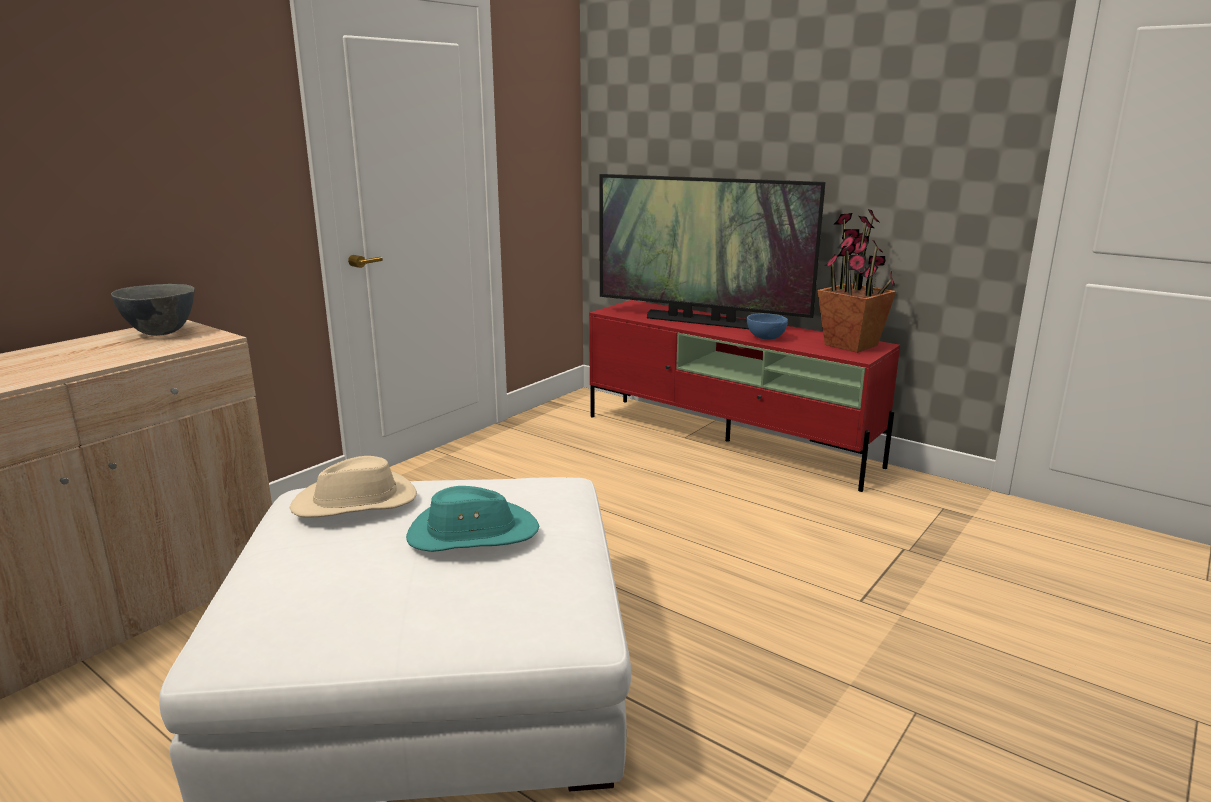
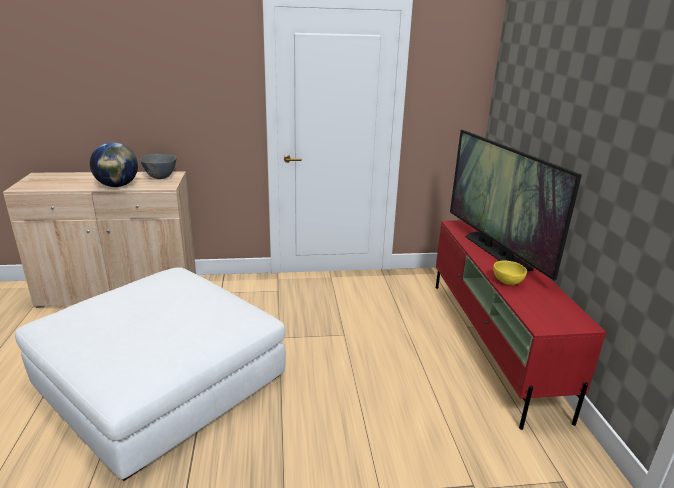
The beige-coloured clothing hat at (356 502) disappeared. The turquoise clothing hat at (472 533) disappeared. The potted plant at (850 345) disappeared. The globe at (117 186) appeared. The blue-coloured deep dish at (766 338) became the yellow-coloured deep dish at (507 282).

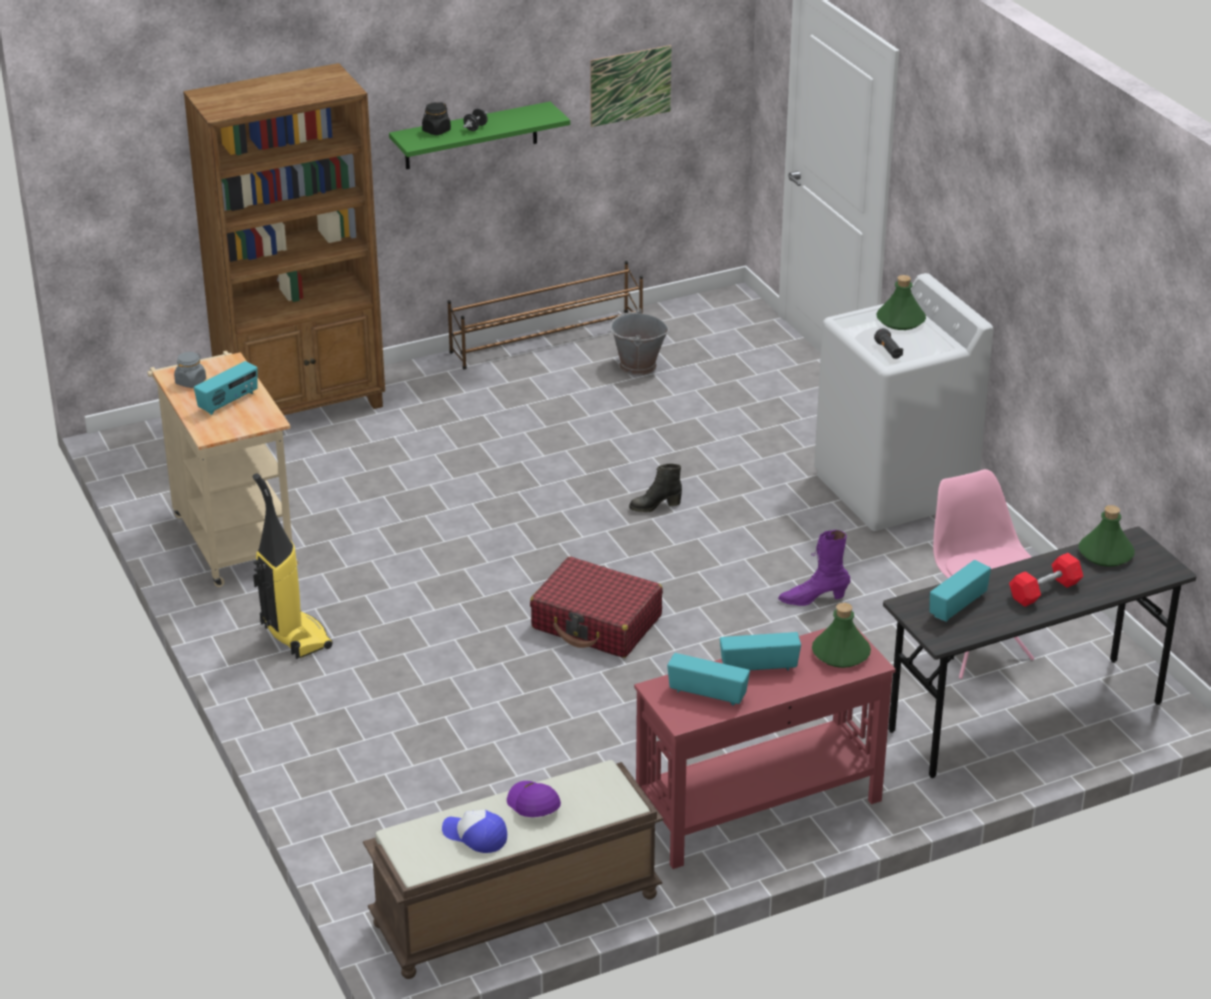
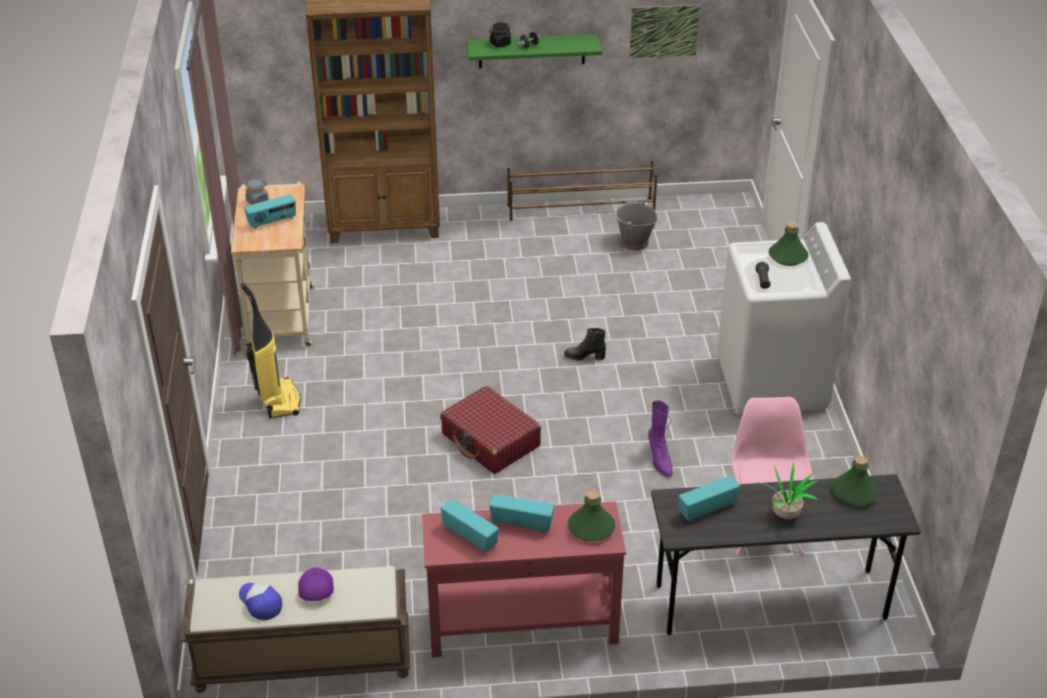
The red-coloured free weight at (1044 591) was replaced by the potted plant at (785 513). The purple boot at (813 599) turned 120 degrees counterclockwise.

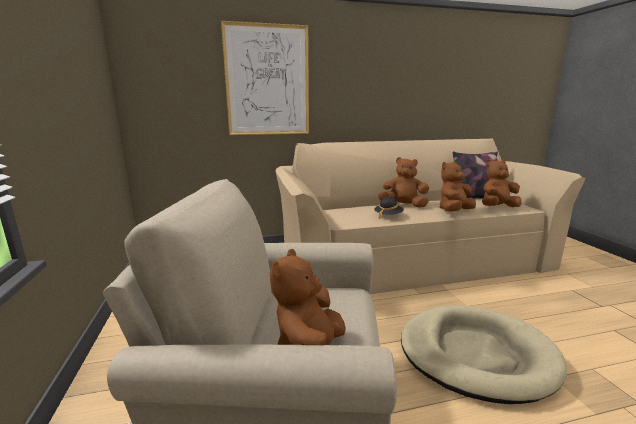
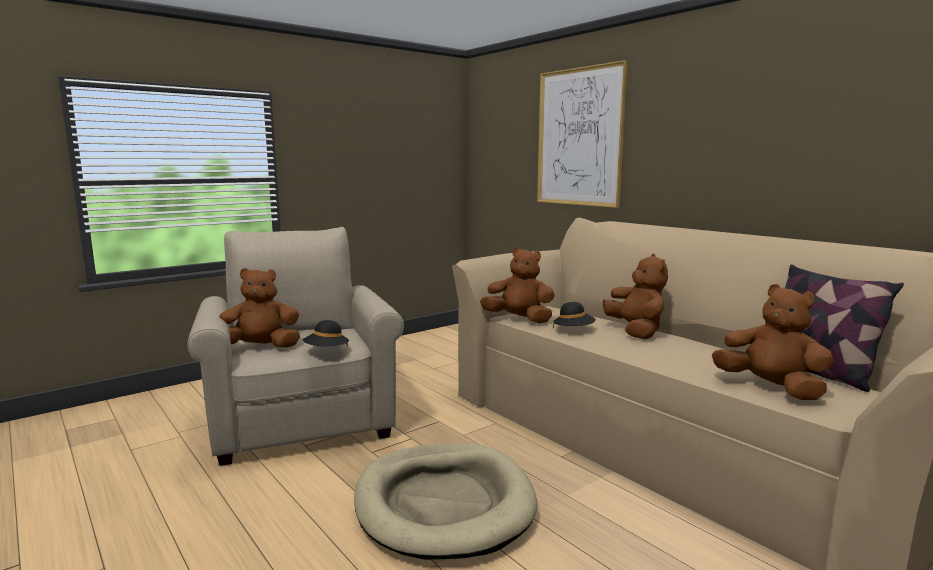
The blackish clothing hat at (326 351) appeared. The brown soft toy moved from (454 211) to (519 319).

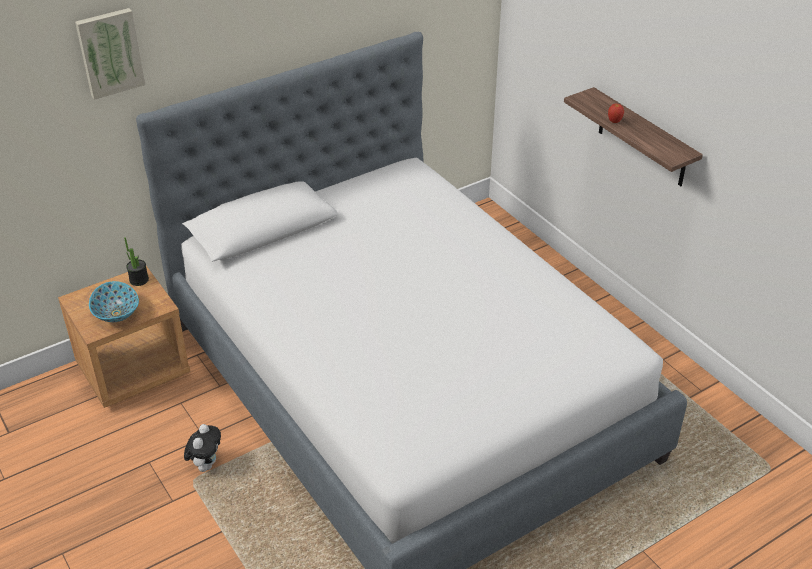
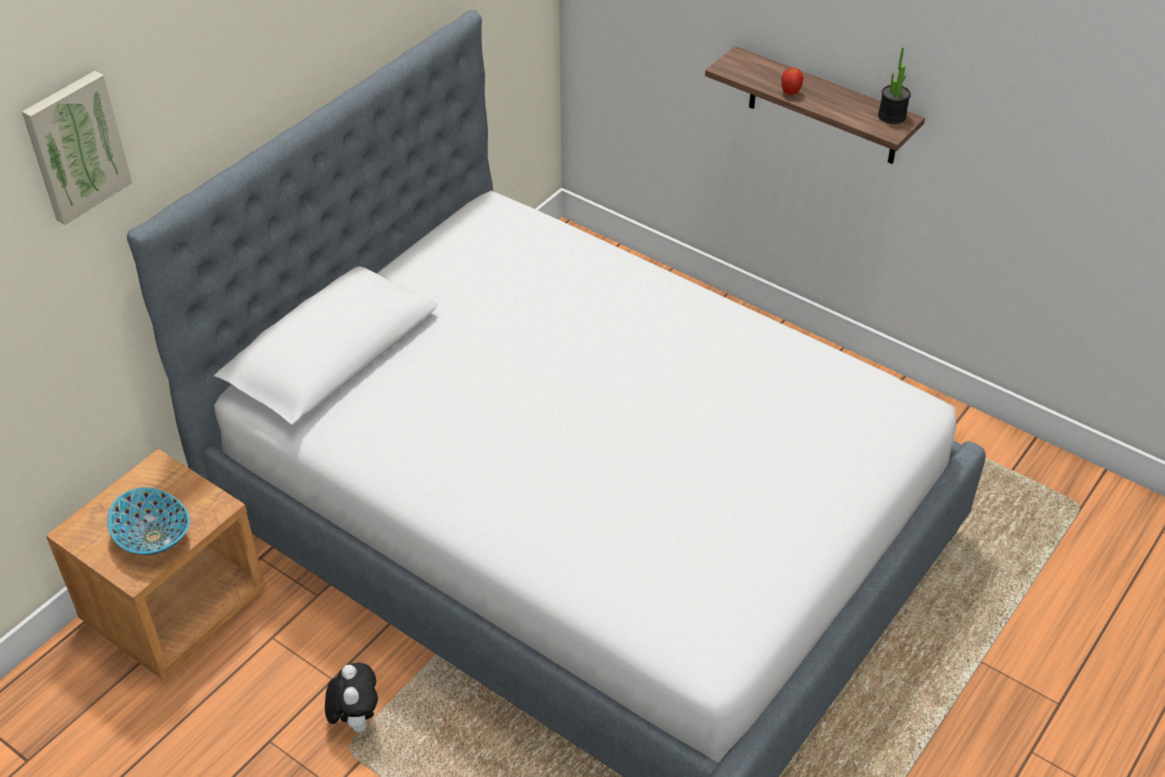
The potted plant moved from (139 280) to (892 116).

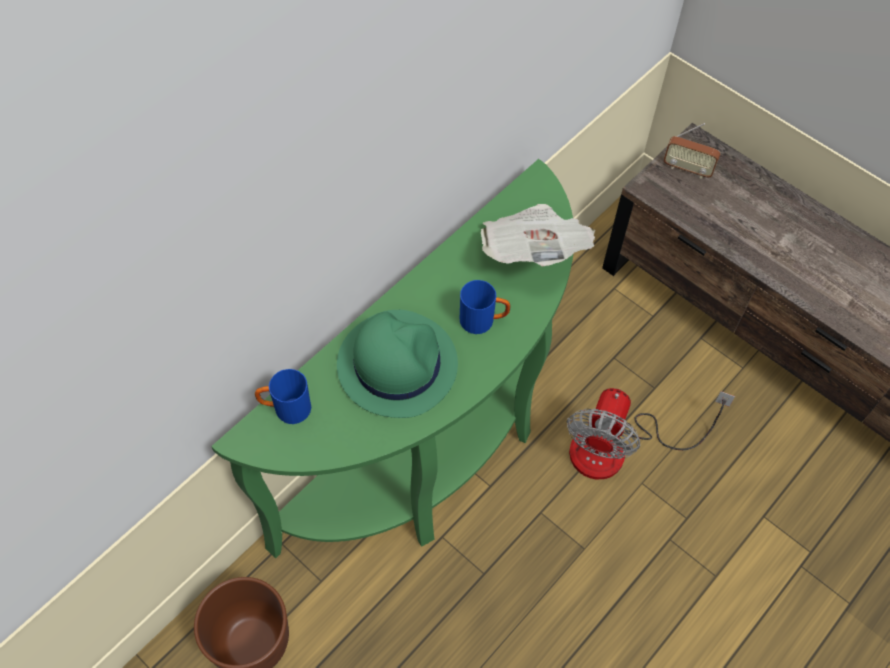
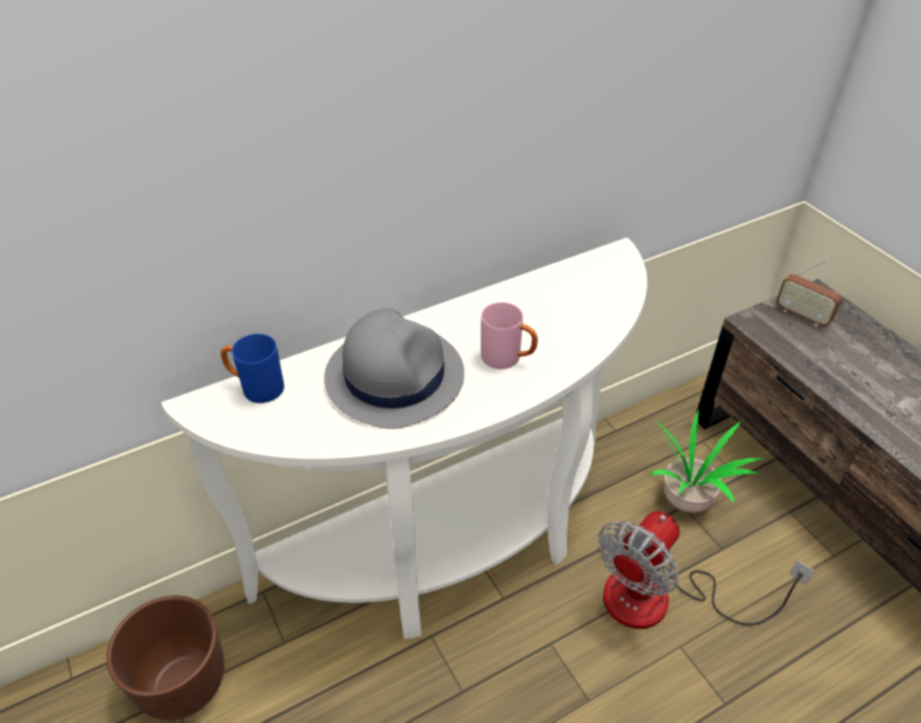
The newspaper at (533 252) disappeared. The potted plant at (687 499) appeared. The greenish console table at (434 454) became the whitish console table at (455 548). The greenish clothing hat at (396 364) became the grey clothing hat at (394 375). The blue-coloured coffee mug at (483 321) became the pink-coloured coffee mug at (508 359).

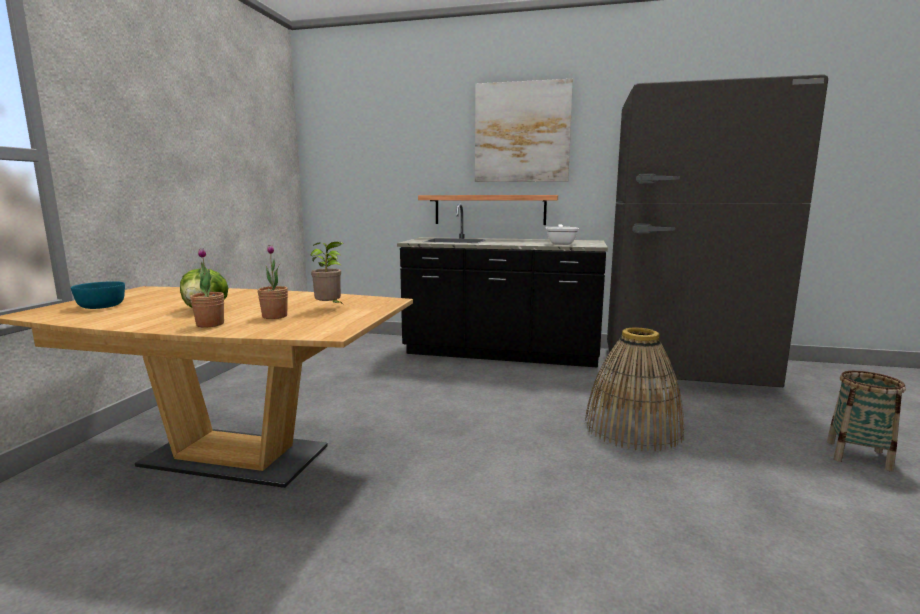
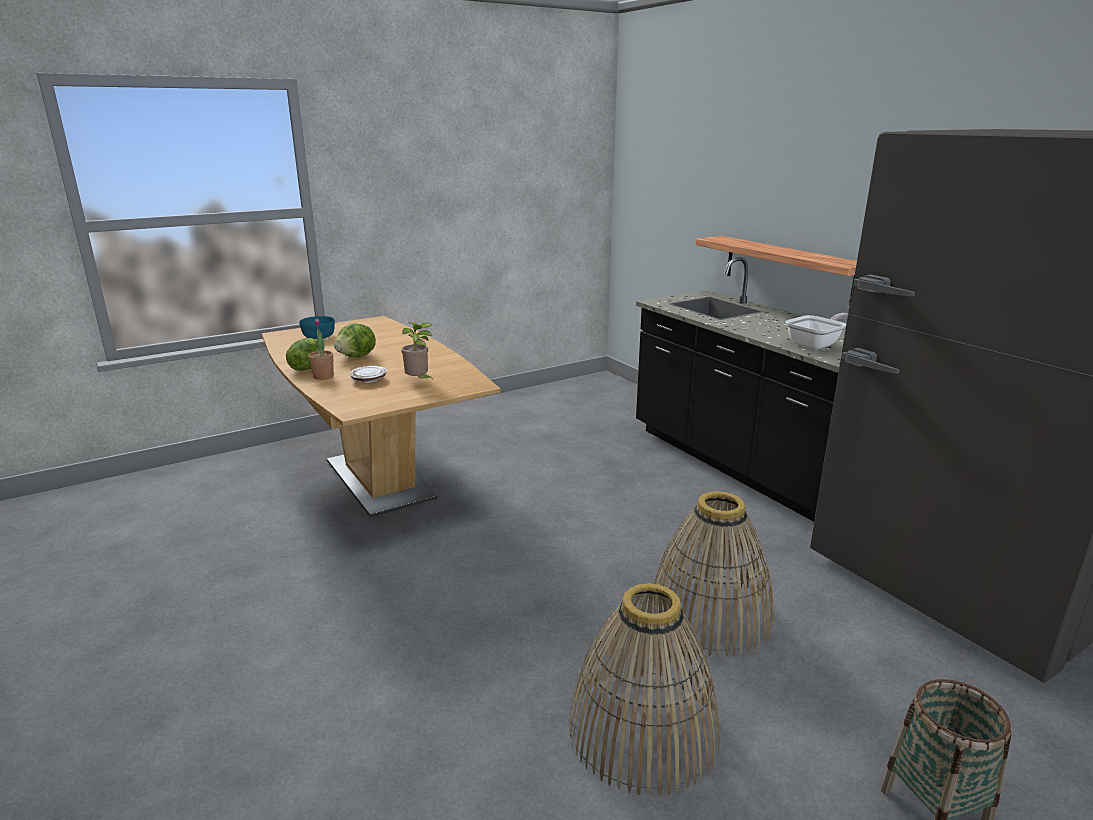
The picture at (522 132) disappeared. The lettuce at (307 367) appeared. The storage basket at (643 731) appeared. The potted plant at (274 316) was replaced by the whitish flat dish at (369 380).

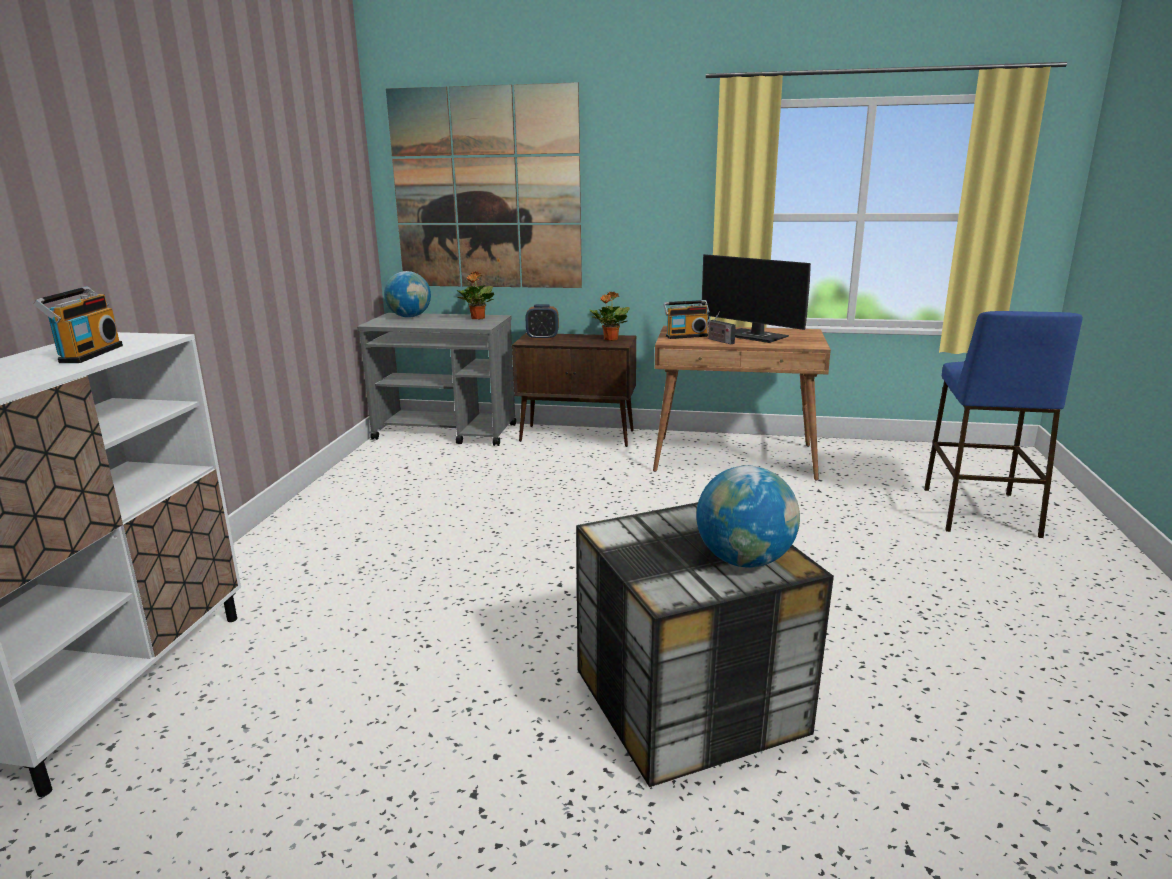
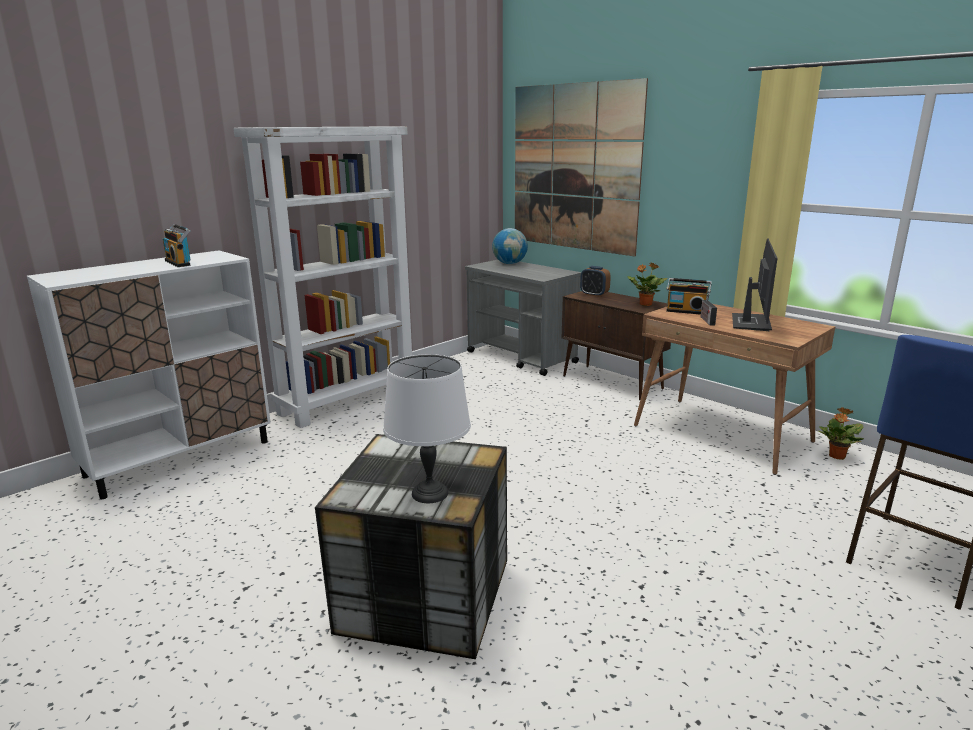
The whitish shelving unit at (348 400) appeared. The potted plant moved from (477 318) to (836 456). The globe at (745 561) was replaced by the whitish tabletop lamp at (430 493). The radio set at (88 354) turned 105 degrees clockwise. The monitor at (756 336) turned 150 degrees counterclockwise.

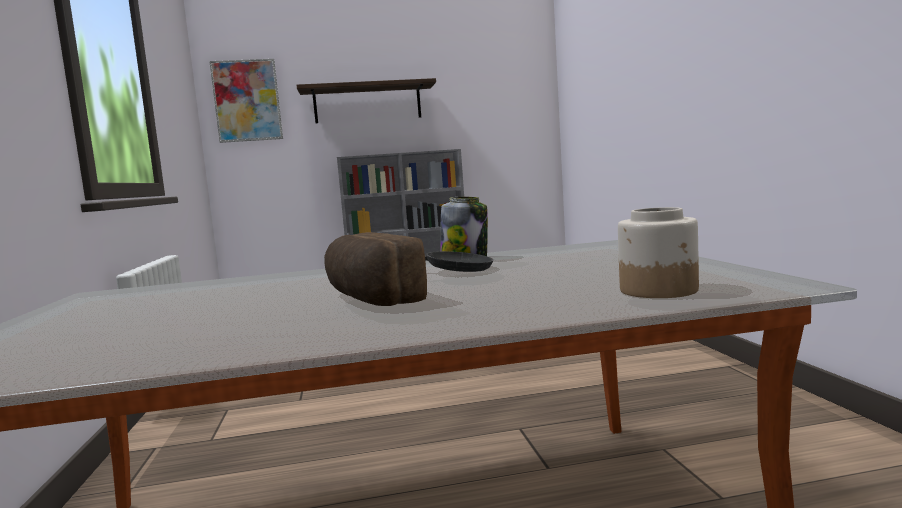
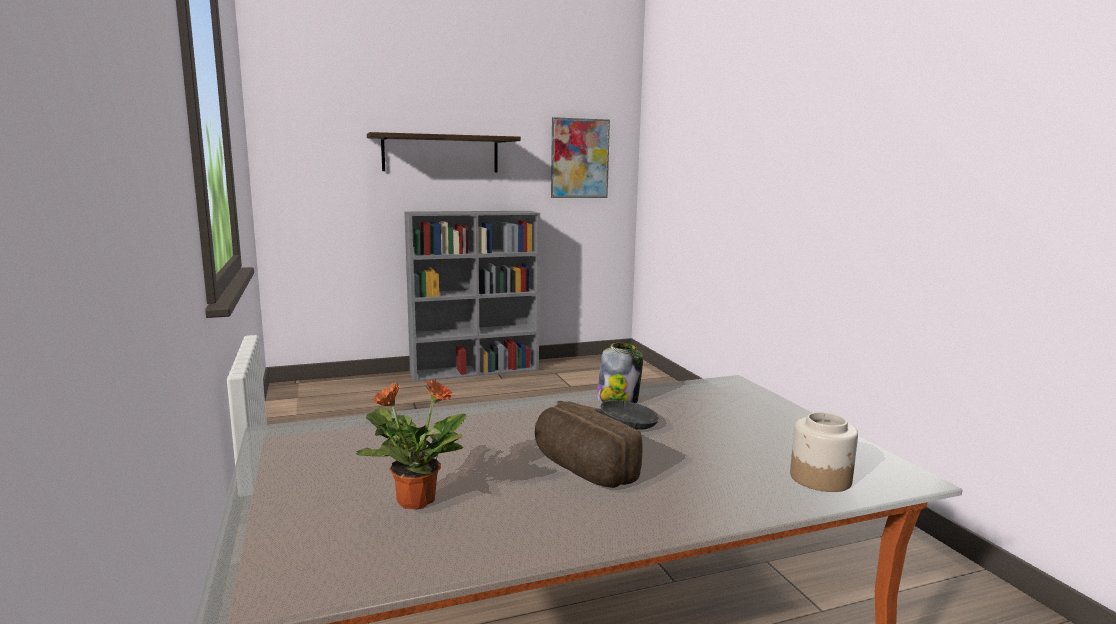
The potted plant at (414 500) appeared. The picture moved from (247 101) to (579 158).

